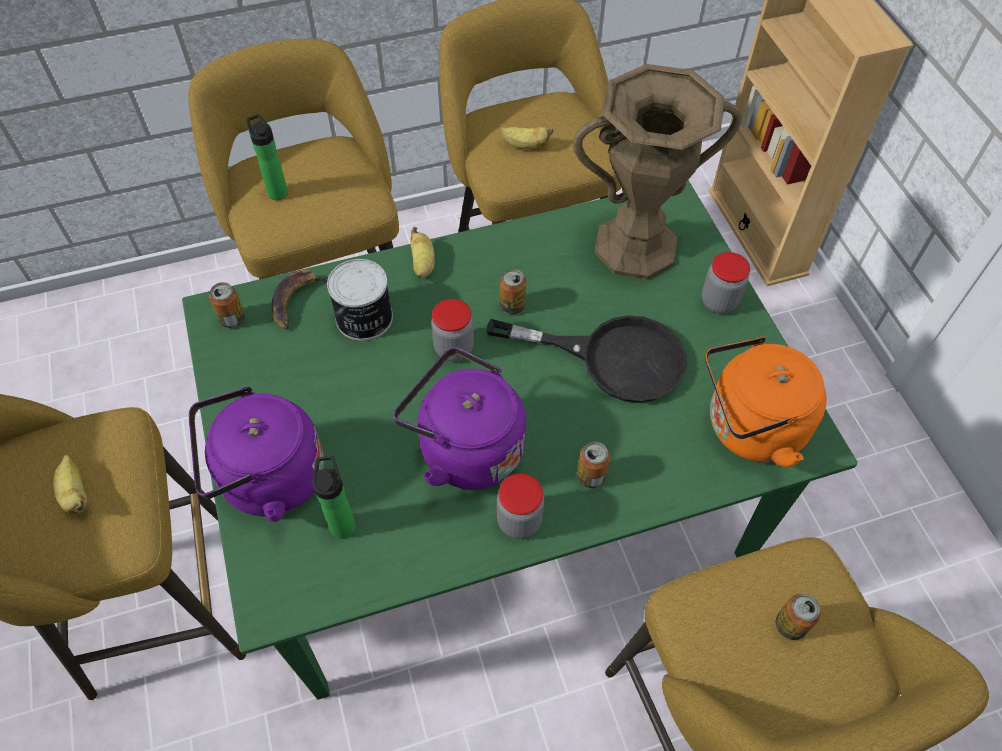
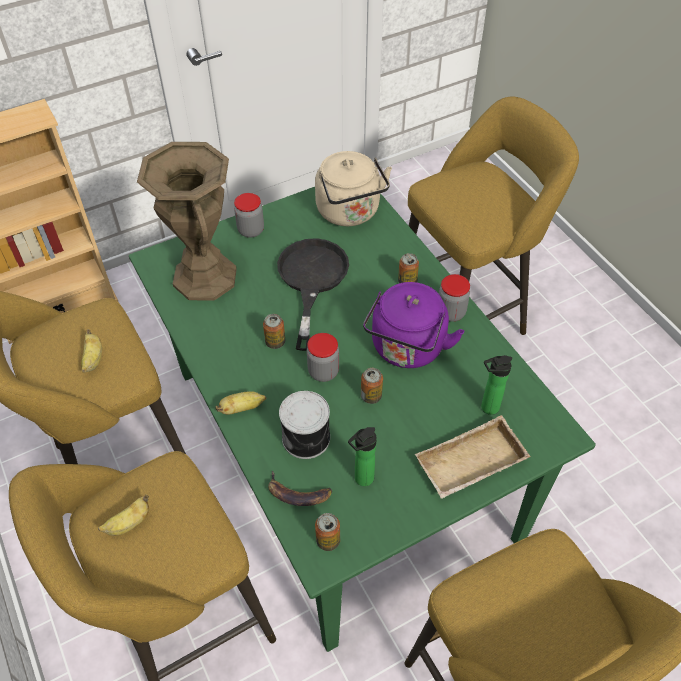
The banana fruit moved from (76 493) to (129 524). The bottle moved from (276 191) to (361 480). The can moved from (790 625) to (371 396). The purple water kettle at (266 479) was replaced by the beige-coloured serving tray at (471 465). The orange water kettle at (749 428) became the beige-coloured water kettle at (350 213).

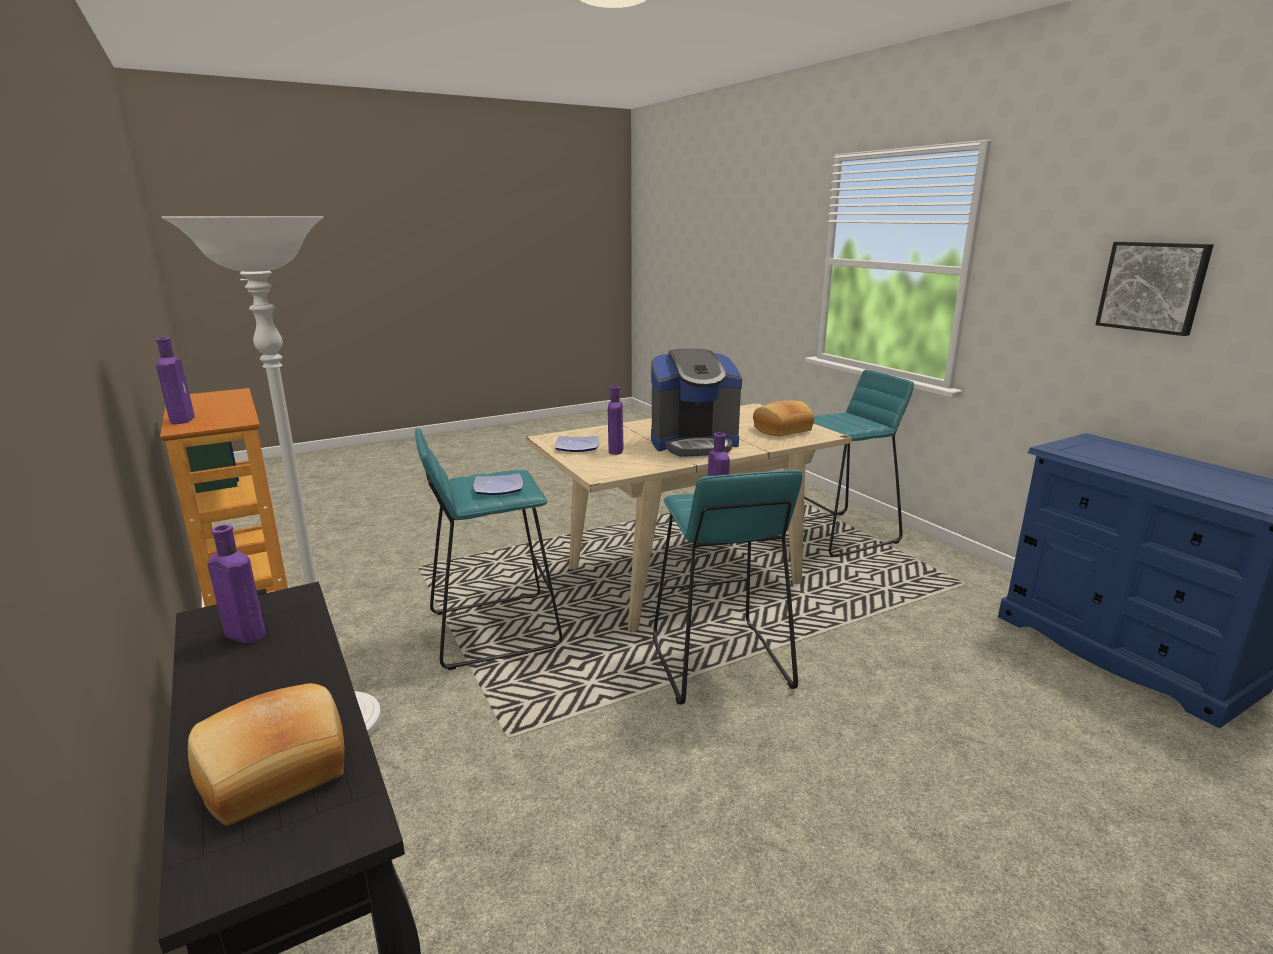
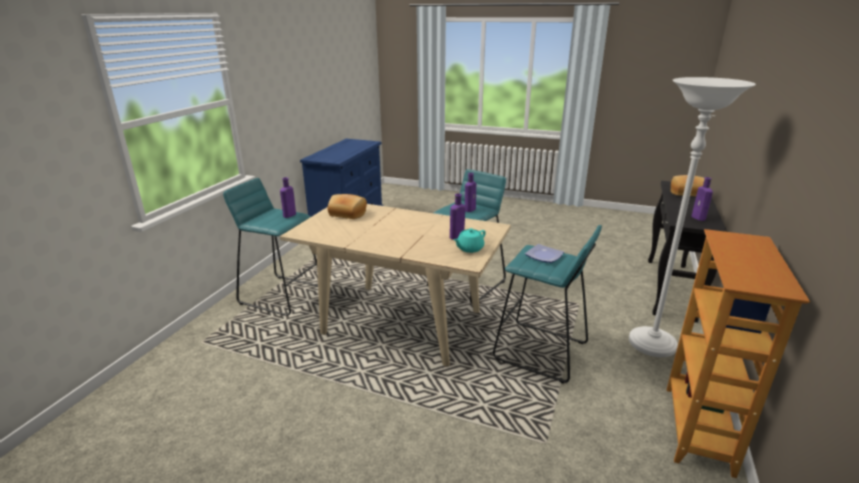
The coffee brewer at (694 444) disappeared. The picture at (1153 287) disappeared. The purple bottle moved from (183 419) to (289 215). The flat dish at (576 446) was replaced by the turquoise tea pot at (469 248).

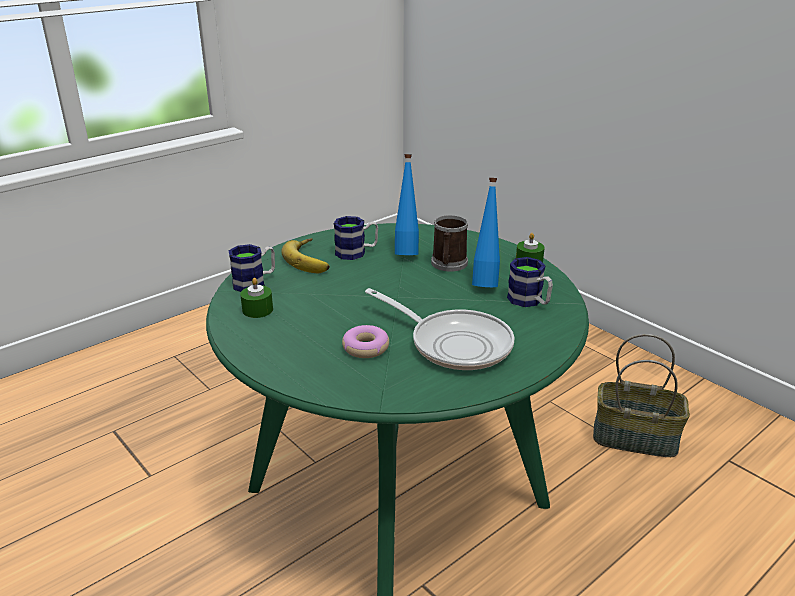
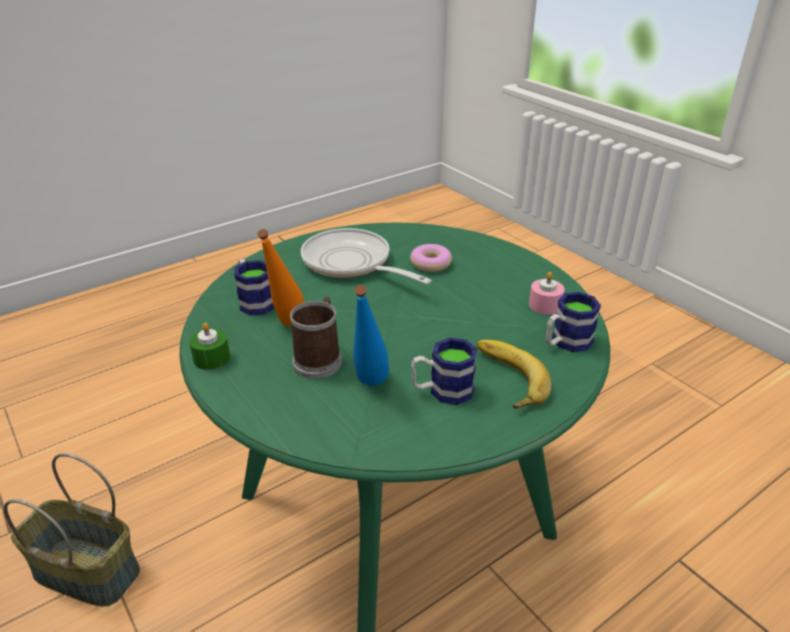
The greenish wax light at (257 310) became the pink-coloured wax light at (545 305). The blue-coloured bottle at (485 282) became the orange bottle at (287 328).

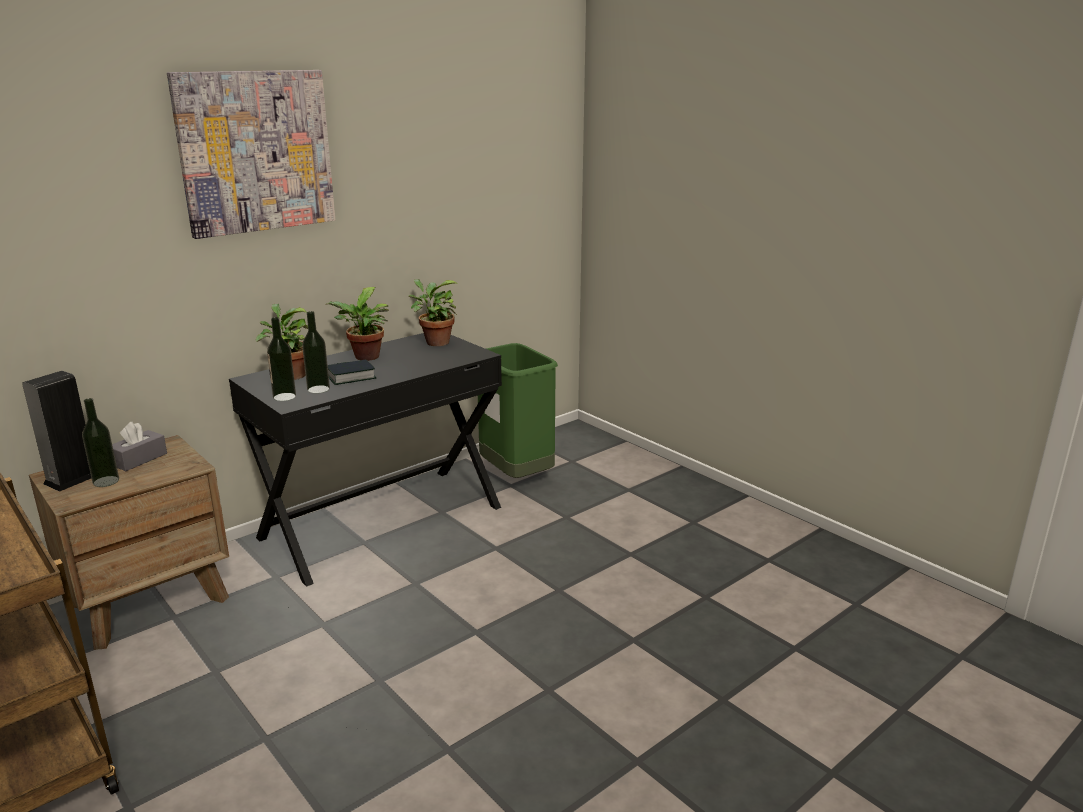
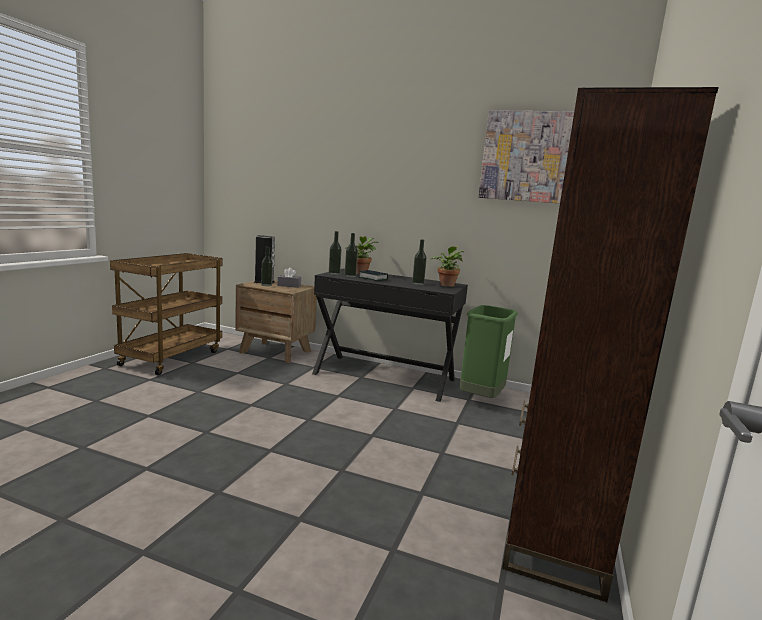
The potted plant at (364 358) disappeared. The bottle at (418 284) appeared. The brown shelving unit at (553 540) appeared. The picture moved from (256 152) to (526 157).

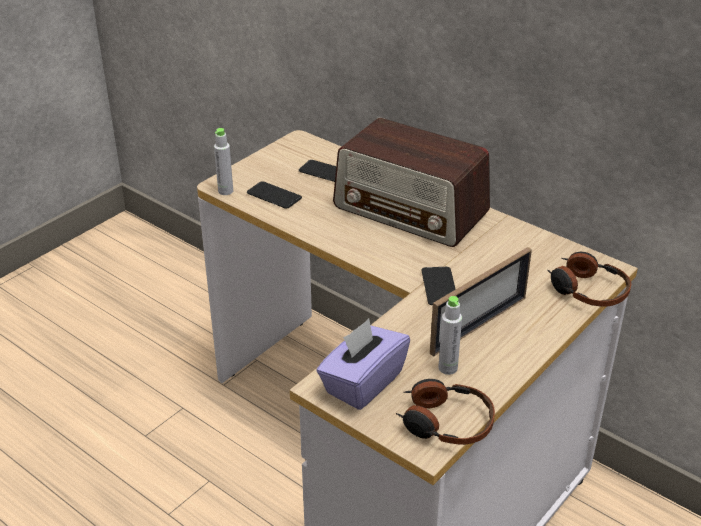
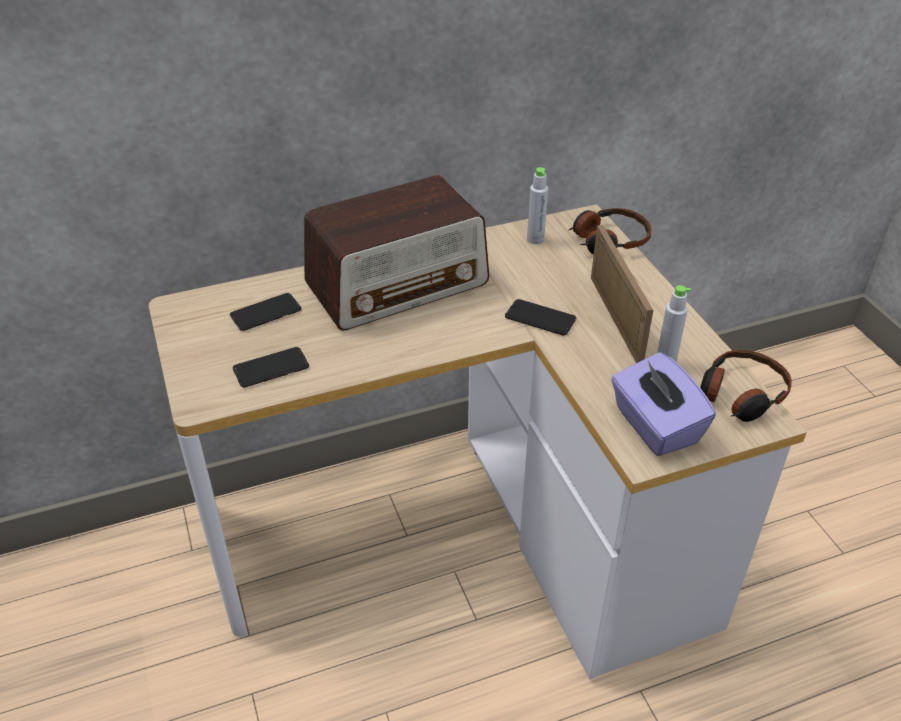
The grey bottle moved from (225 191) to (535 239).

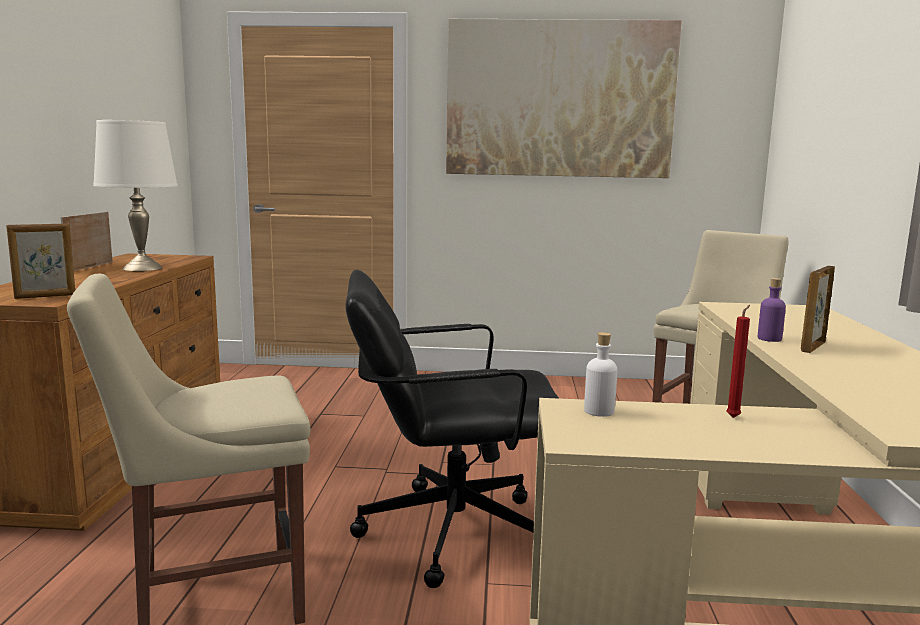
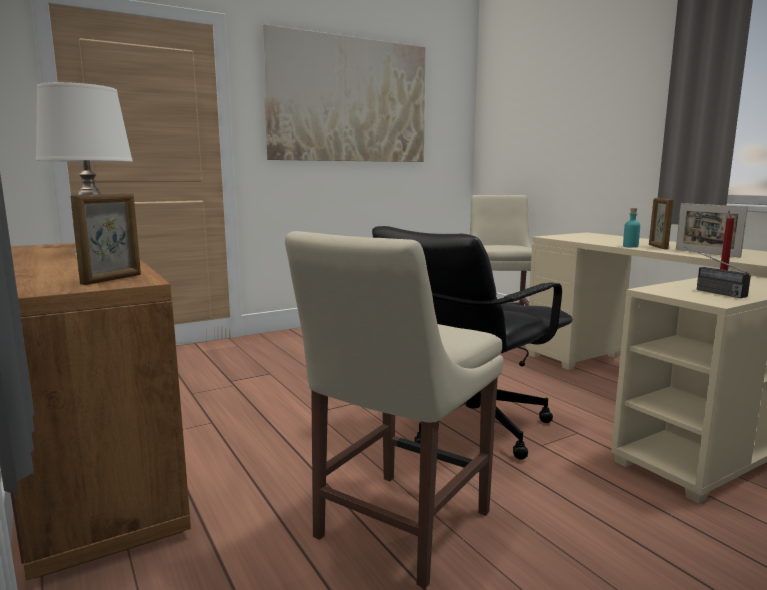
The whitish bottle at (599 411) disappeared. The radio set at (708 291) appeared. The standing frame moved from (90 267) to (706 253). The purple bottle at (769 339) became the turquoise bottle at (630 246).

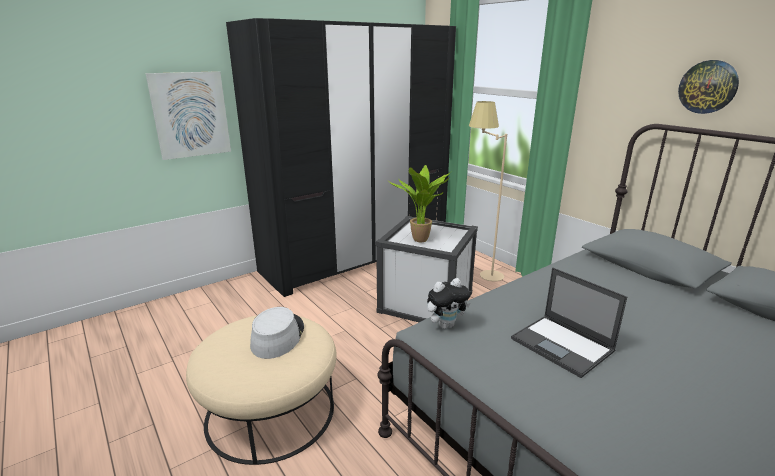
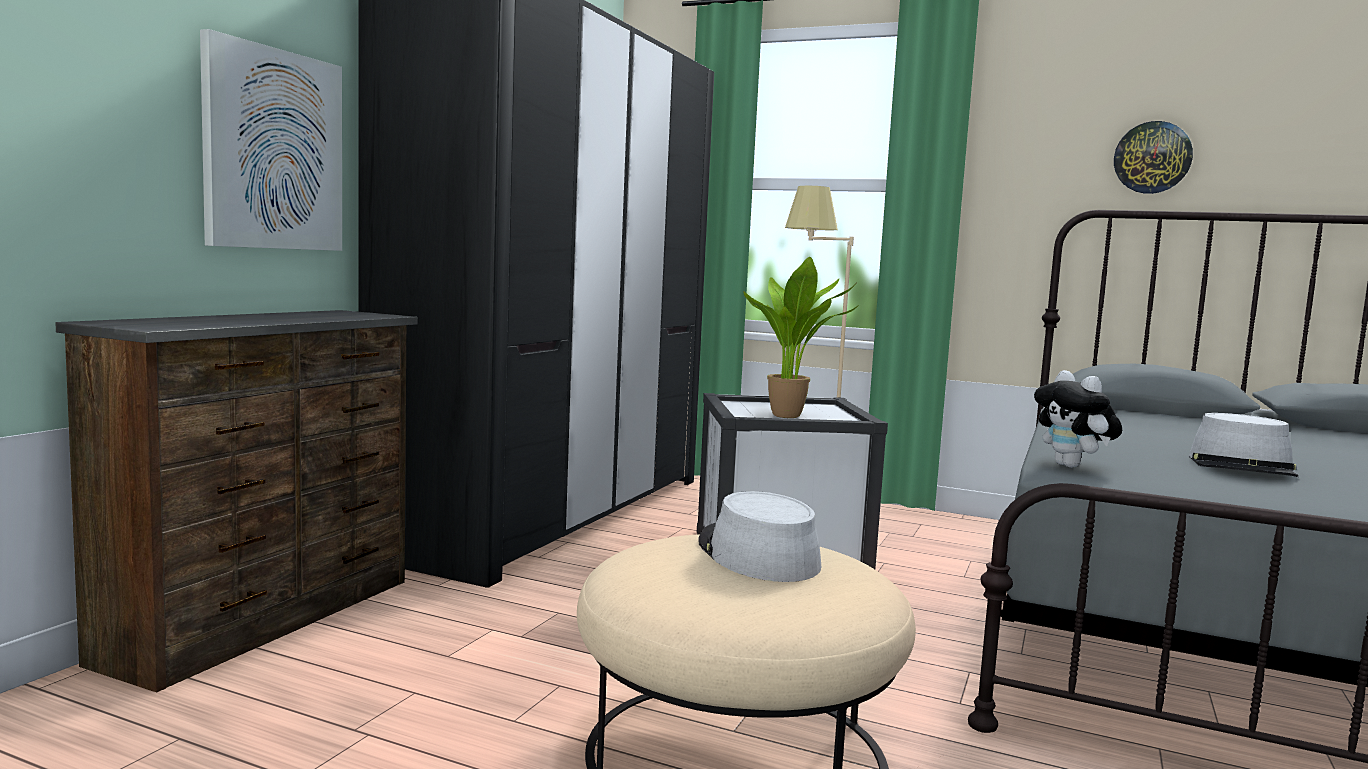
The brown dresser at (268 619) appeared. The laptop at (563 345) was replaced by the grey clothing hat at (1242 466). The soft toy at (446 325) turned 120 degrees clockwise.

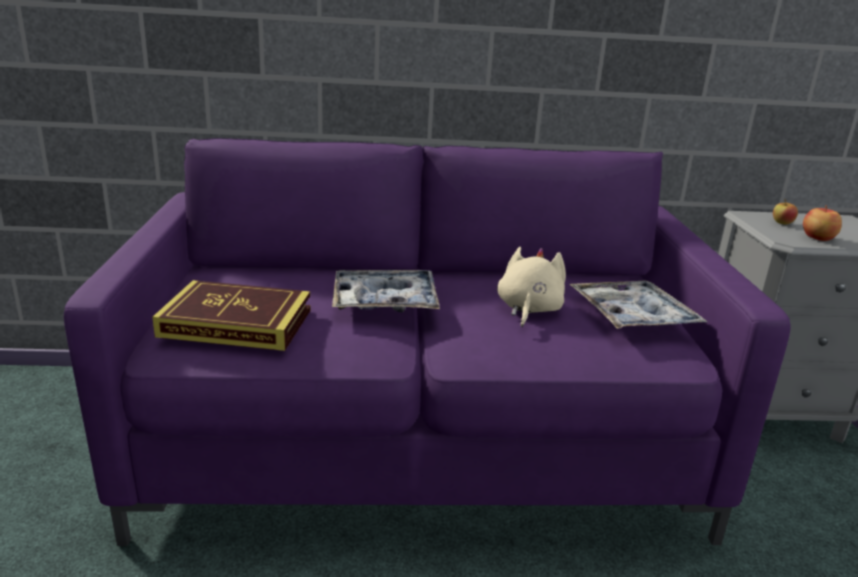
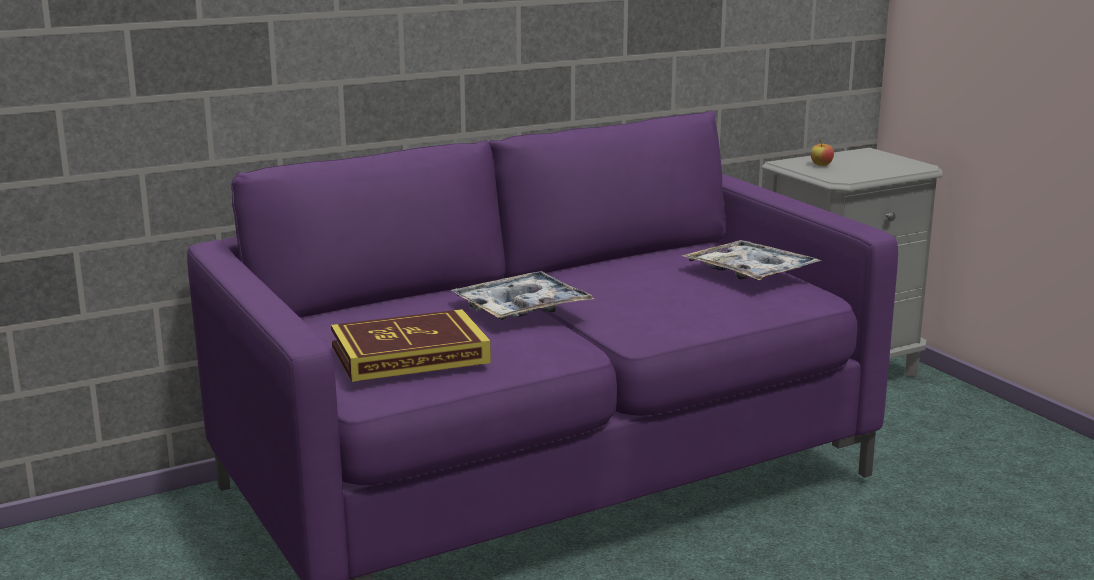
The beige-coloured soft toy at (528 309) disappeared. The apple fruit at (817 238) disappeared.

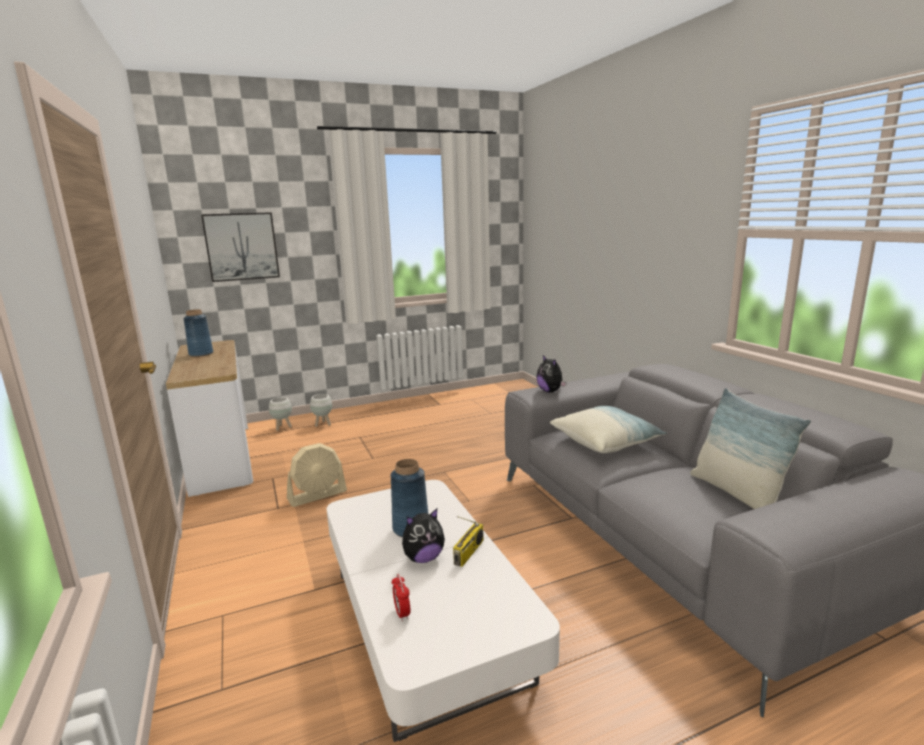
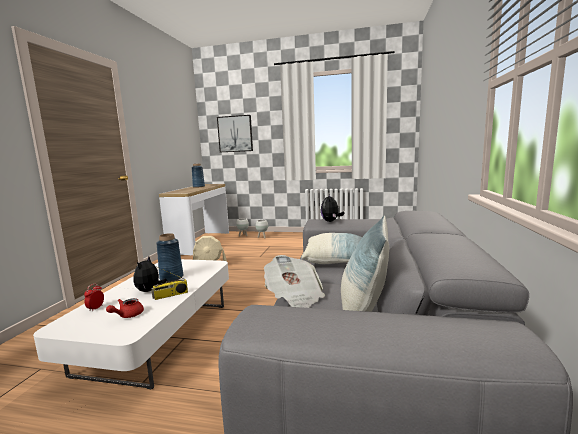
The red-coloured tea pot at (127 315) appeared. The newspaper at (294 297) appeared. The soft toy at (423 558) turned 90 degrees clockwise.

